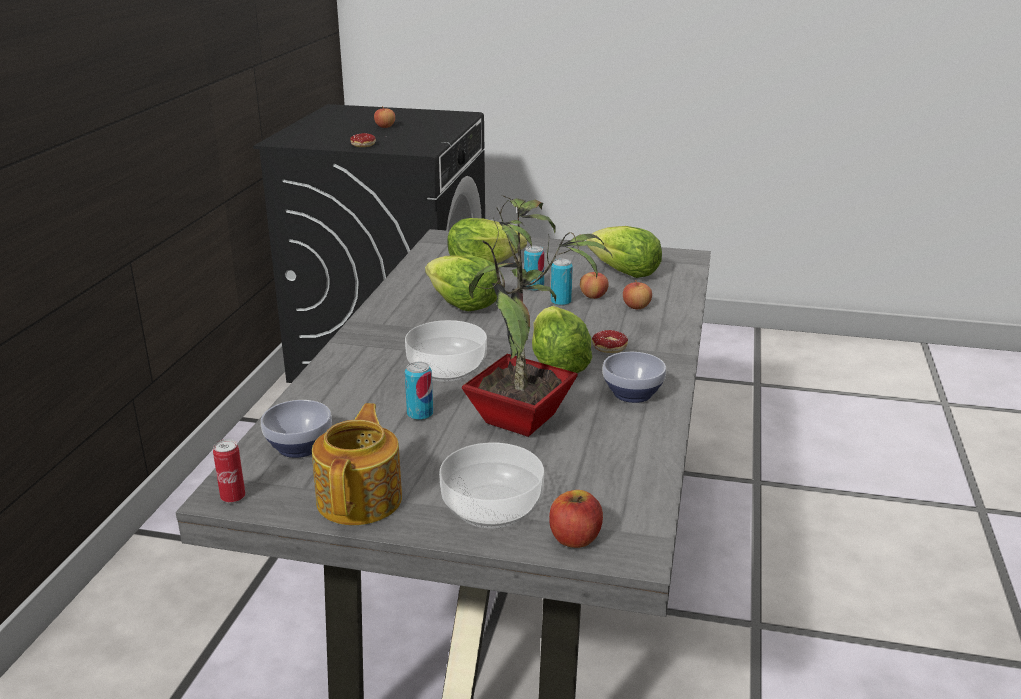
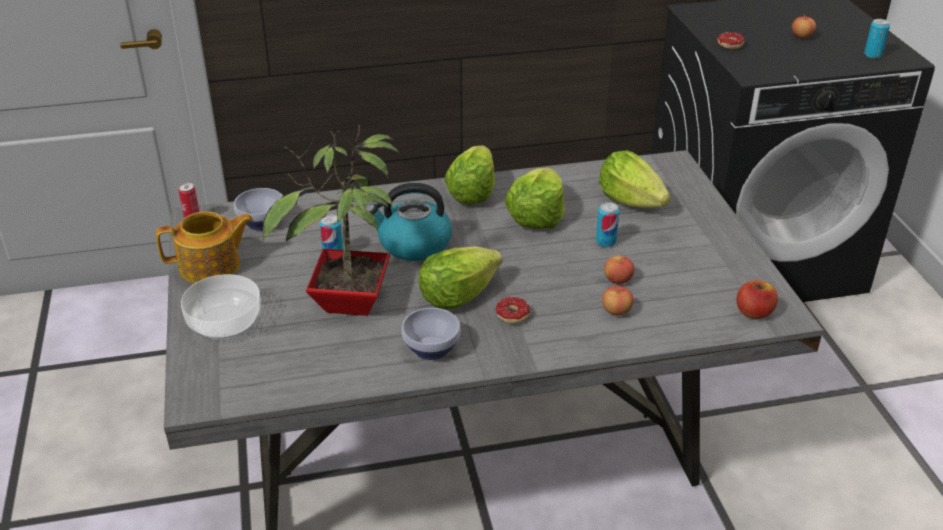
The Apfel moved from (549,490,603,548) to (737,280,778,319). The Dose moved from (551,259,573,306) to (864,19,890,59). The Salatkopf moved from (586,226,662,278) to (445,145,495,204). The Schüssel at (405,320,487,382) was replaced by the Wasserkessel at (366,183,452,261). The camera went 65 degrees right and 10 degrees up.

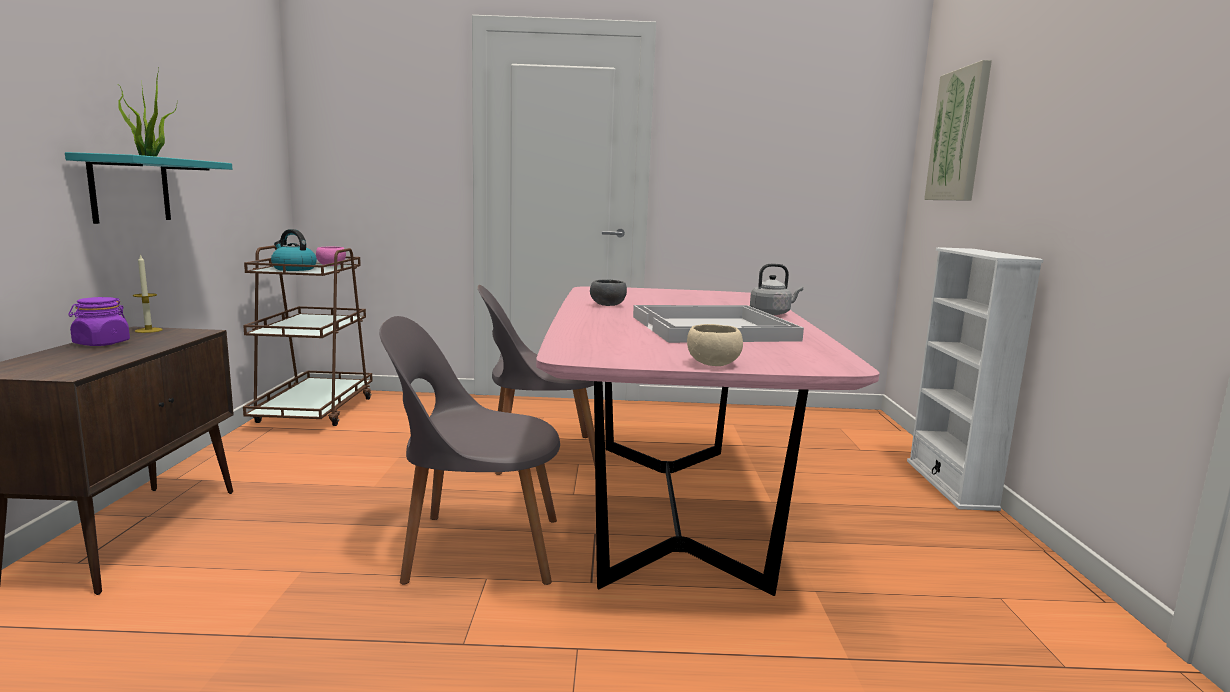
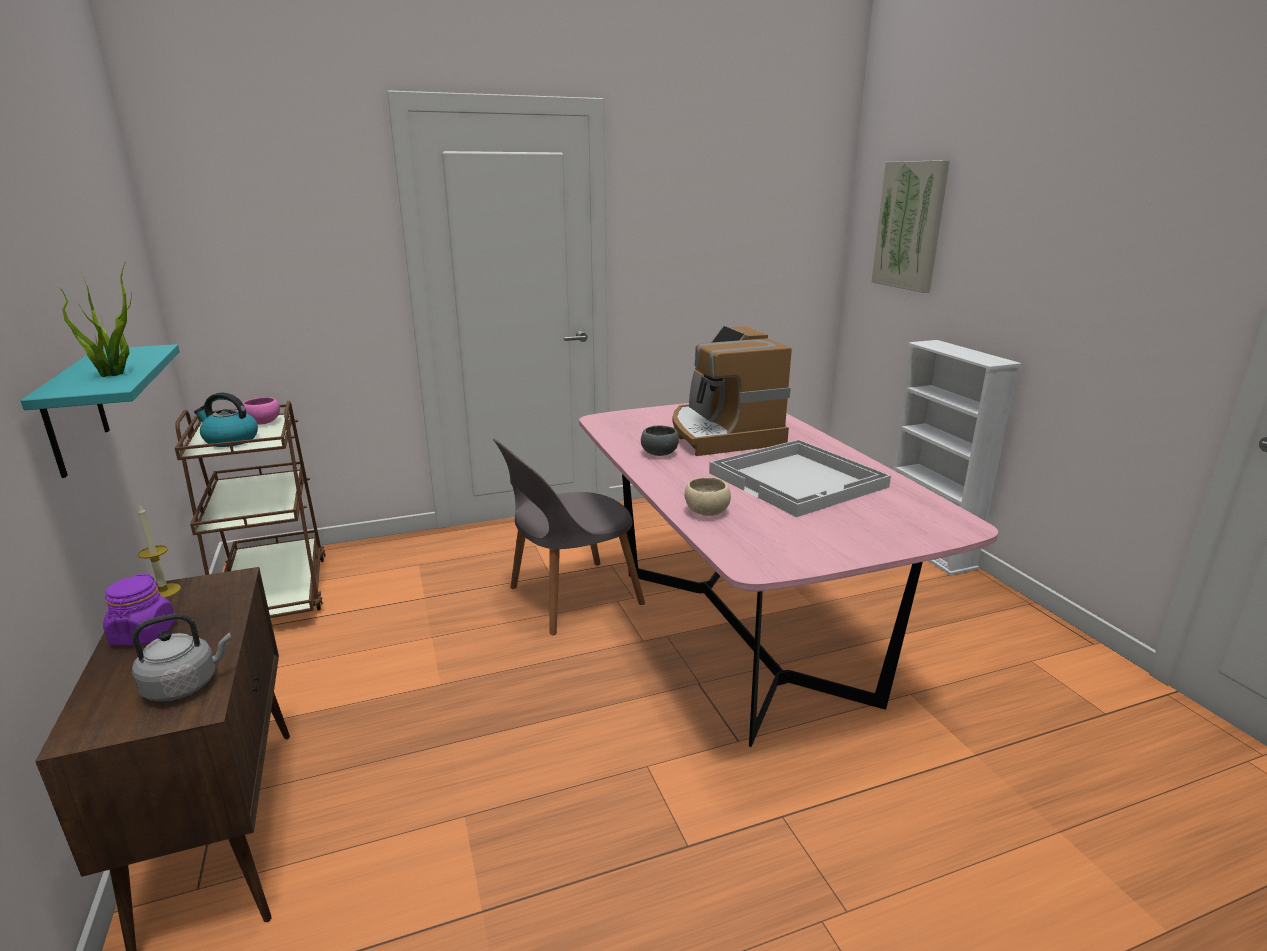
The Stuhl [grau] at (379,316,560,585) disappeared. The Kaffeemaschine at (672,326,792,456) appeared. The Schüssel [beige] moved from (687,324,743,366) to (685,477,731,516). The Wasserkessel [grau] moved from (750,264,803,315) to (132,613,232,701). The camera went 20 degrees left and 10 degrees up.

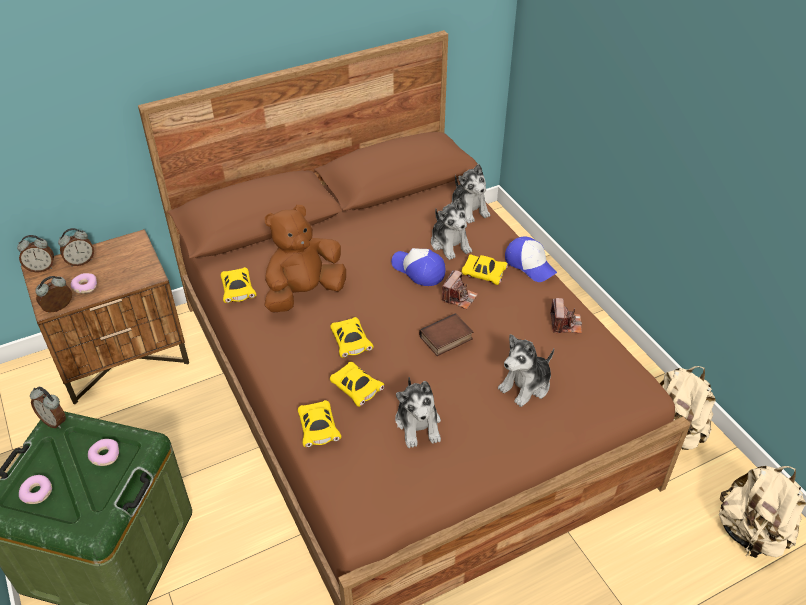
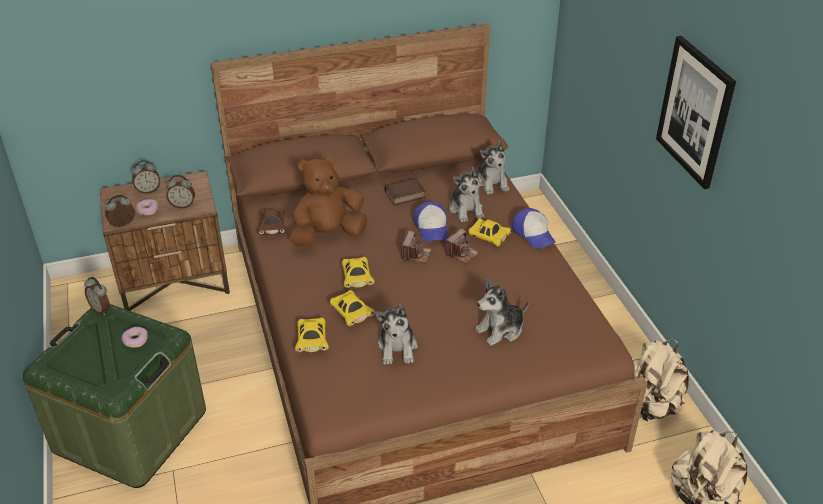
The Donut at (19,475,52,504) disappeared. The Bild at (656,36,736,189) appeared. The Wecker moved from (17,235,54,272) to (166,175,195,209). The Buch moved from (419,313,473,356) to (385,178,425,205). The Kamera moved from (550,298,582,334) to (402,231,431,263). The Spielzeugauto [gelb] at (221,267,256,303) became the Spielzeugauto [braun] at (257,208,286,235). The Kappe at (391,248,445,286) turned 150 degrees counterclockwise. The camera went 10 degrees right and 5 degrees down.

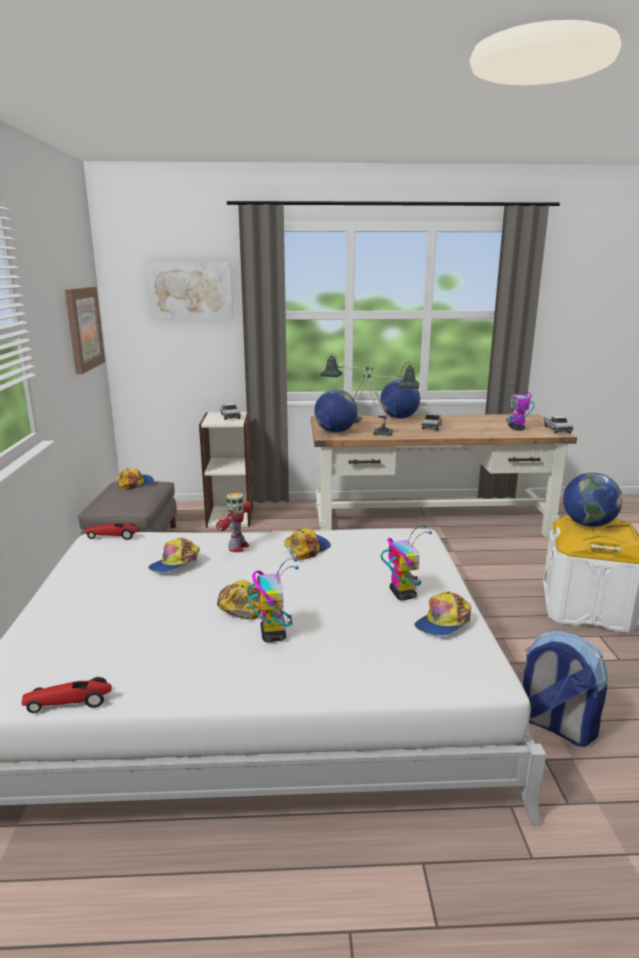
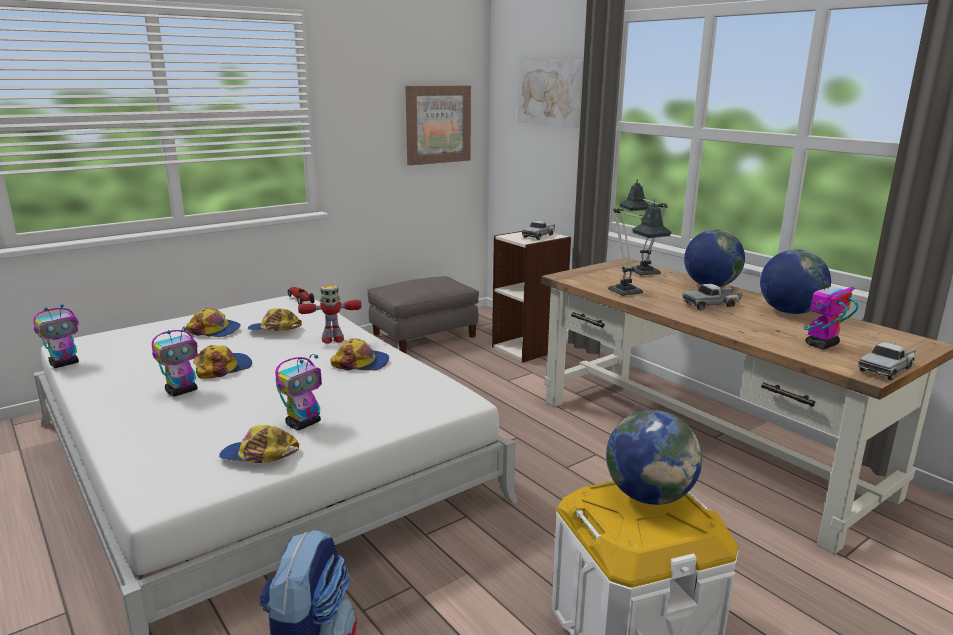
The Kappe moved from (116,468,154,489) to (186,308,241,337). The Globus moved from (314,389,357,433) to (760,249,831,314). The Spielzeugauto at (22,677,112,713) was replaced by the Spielzeugroboter at (33,304,79,368). The camera went 55 degrees right and 0 degrees up.

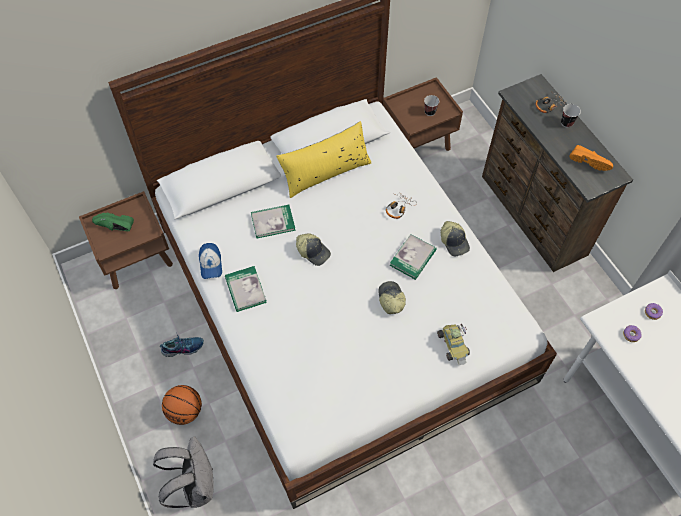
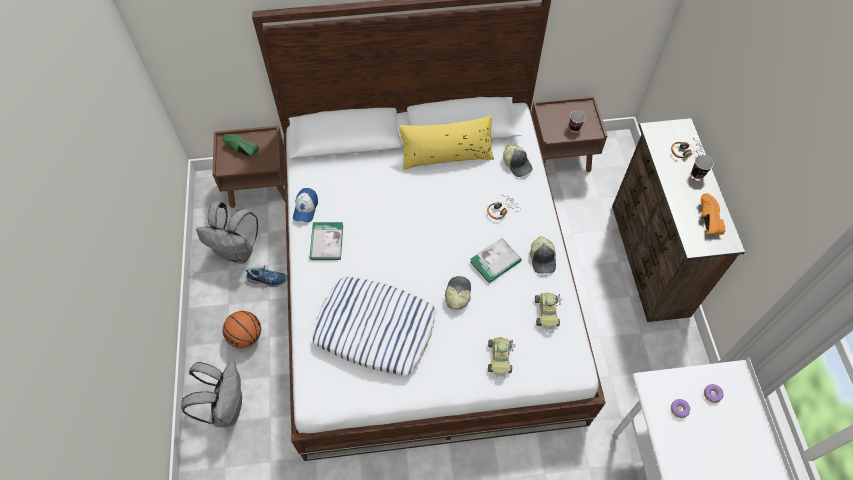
The Buch at (251,205,296,238) disappeared. The Rucksack [grau] at (196,202,258,264) appeared. The Kissen at (312,277,436,376) appeared. The Spielzeugauto at (535,293,563,333) appeared. The Kappe moved from (296,234,331,266) to (503,145,533,177). The Schuh [orange] at (569,145,613,171) turned 150 degrees counterclockwise. The camera went 20 degrees right and 0 degrees up.

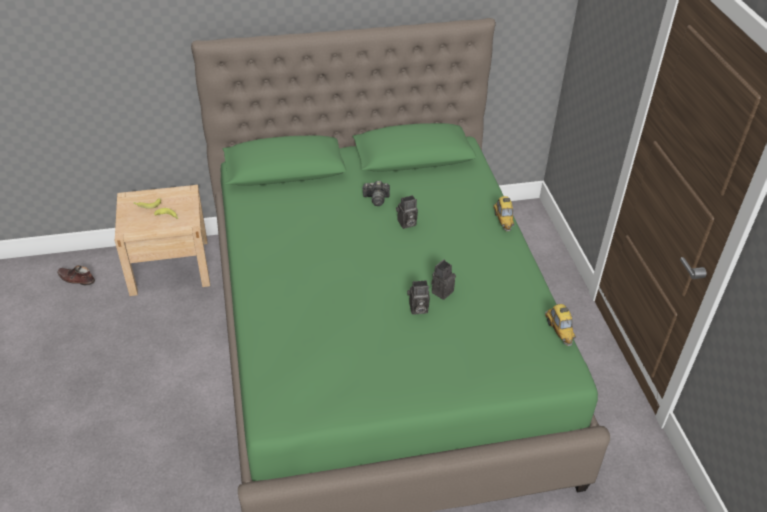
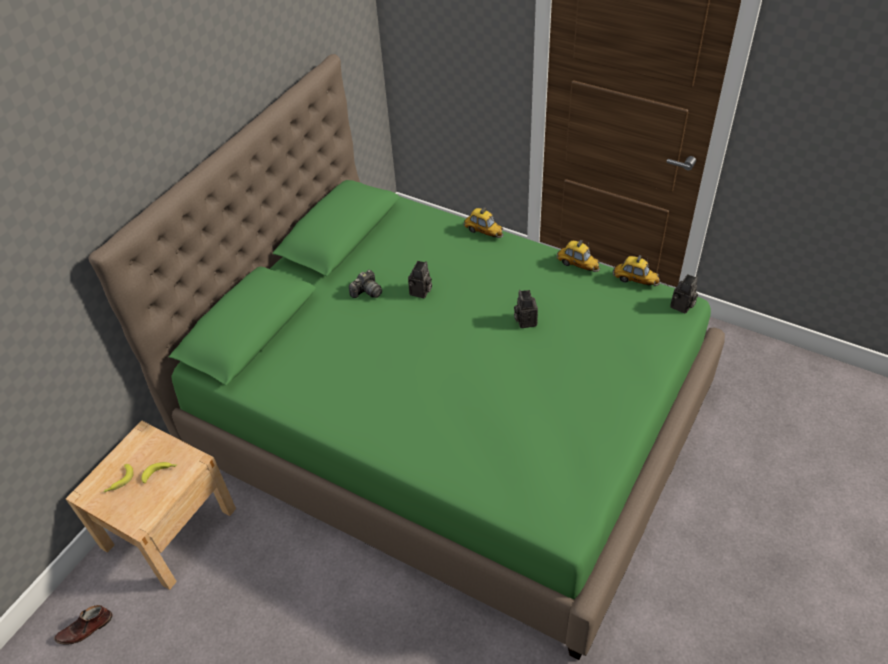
The Spielzeugauto at (557,240,600,272) appeared. The Kamera moved from (407,280,430,315) to (670,274,698,314). The camera went 45 degrees left and 5 degrees up.

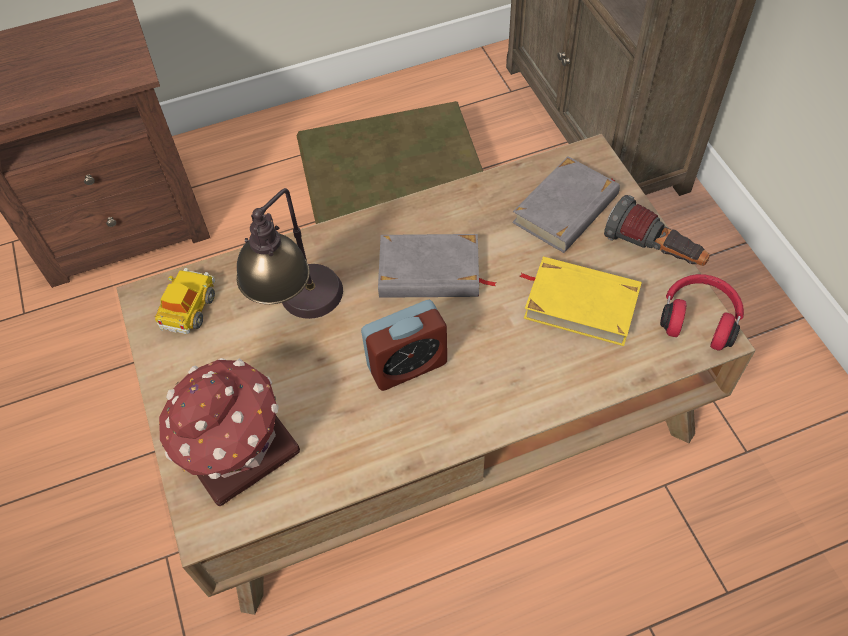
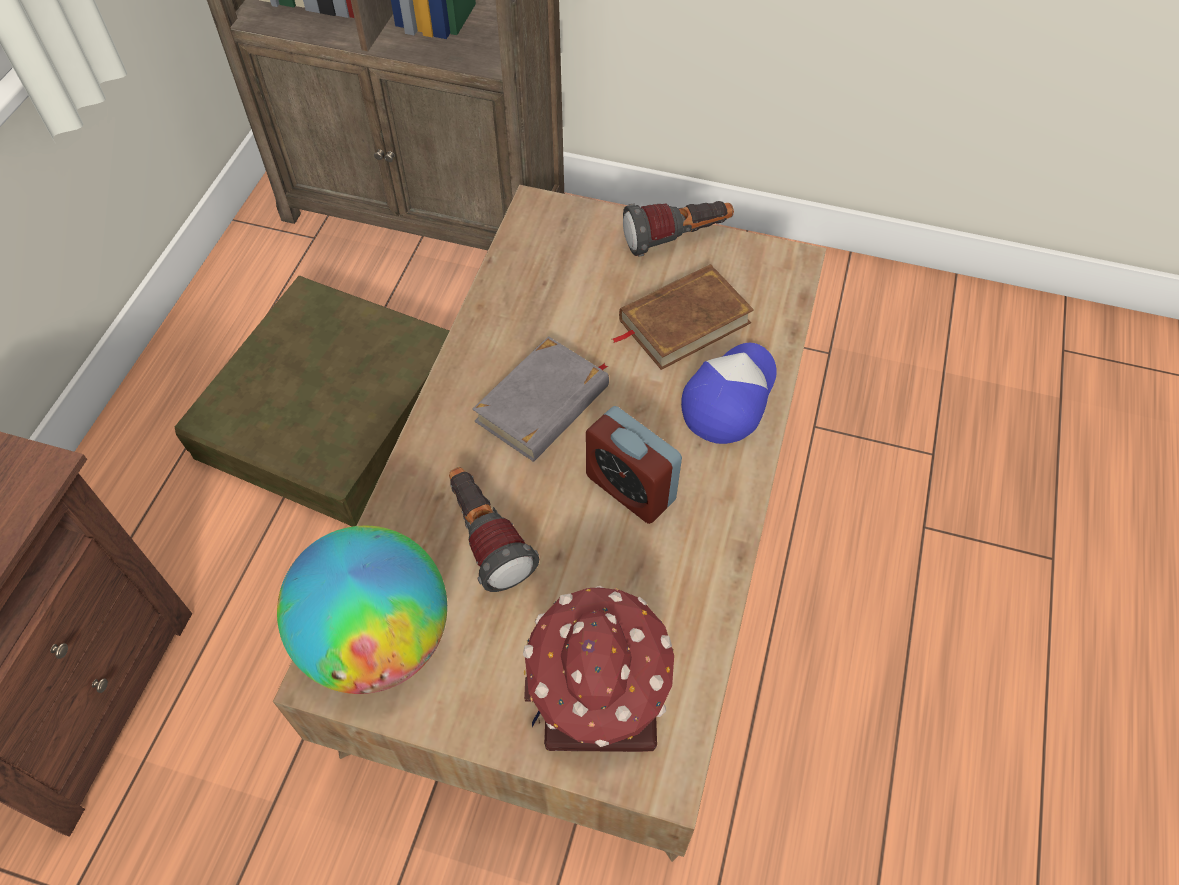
The Buch [grau] at (512,156,620,253) disappeared. The Kopfhörer [rot] at (660,274,744,351) disappeared. The Kappe at (681,343,777,444) appeared. The Spielzeugauto at (155,268,215,334) was replaced by the Globus at (277,526,447,694). The Tischlampe at (237,188,343,319) was replaced by the Taschenlampe at (449,467,539,592). The Buch [gelb] at (520,257,642,346) became the Buch [braun] at (612,264,754,370). The Wecker at (361,300,447,391) turned 120 degrees clockwise. The camera went 55 degrees left and 0 degrees up.

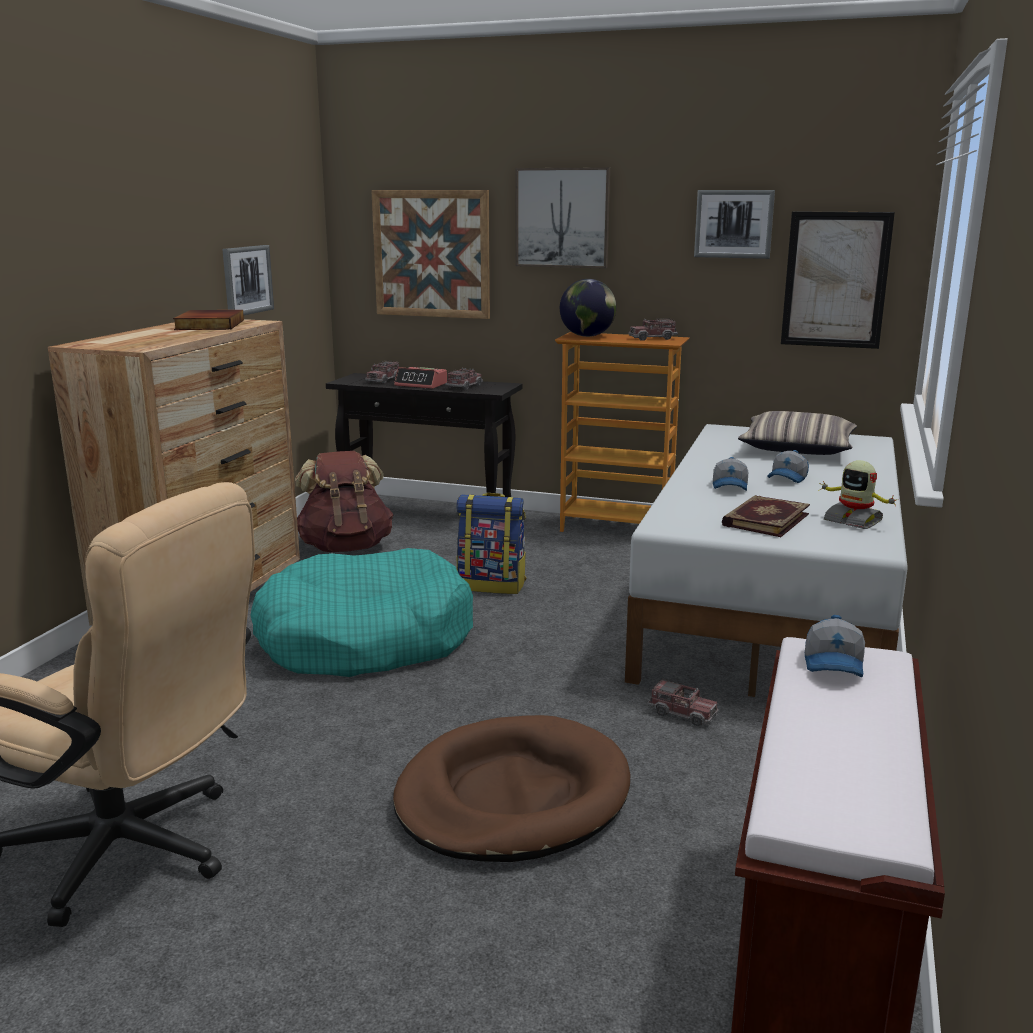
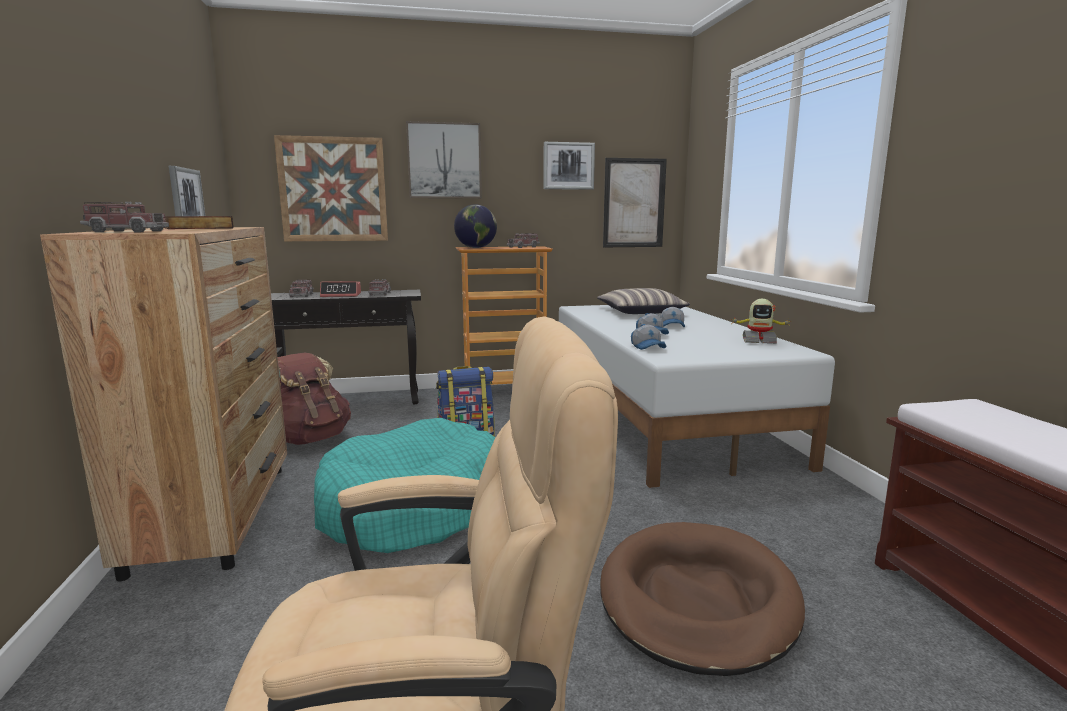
The Buch at (722,495,810,537) disappeared. The Spielzeuglaster moved from (647,679,719,727) to (80,202,169,232). The Kappe moved from (805,615,865,677) to (631,324,666,350). The camera went 30 degrees left and 5 degrees down.

